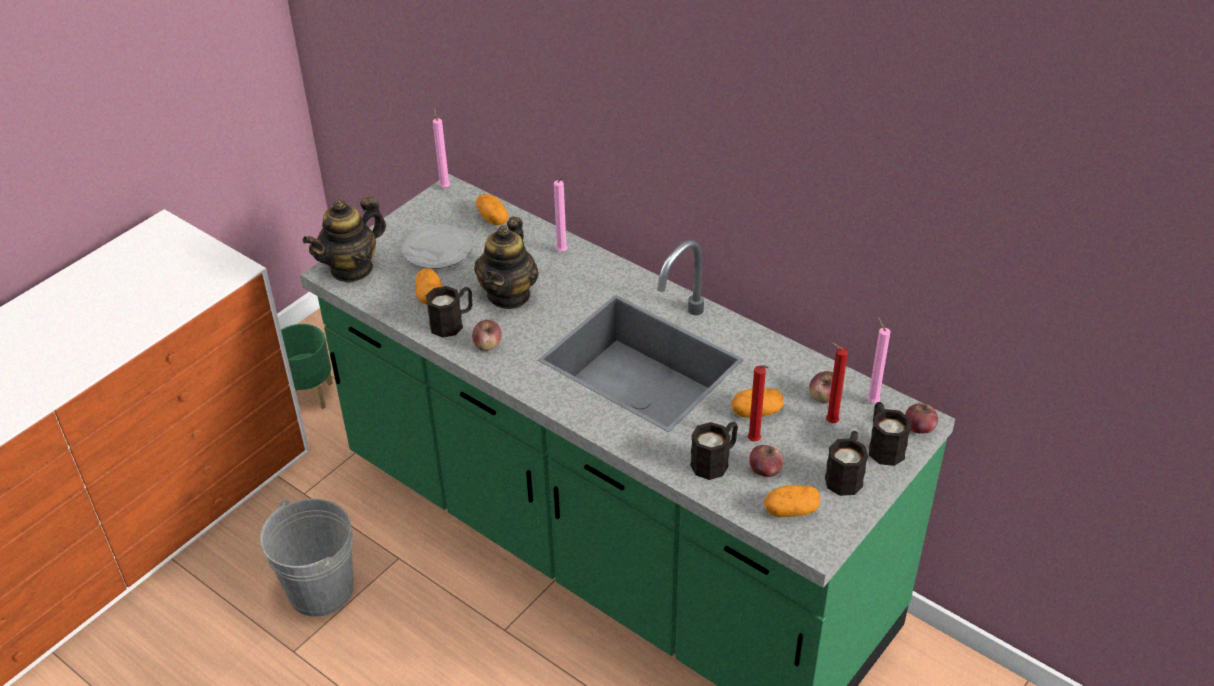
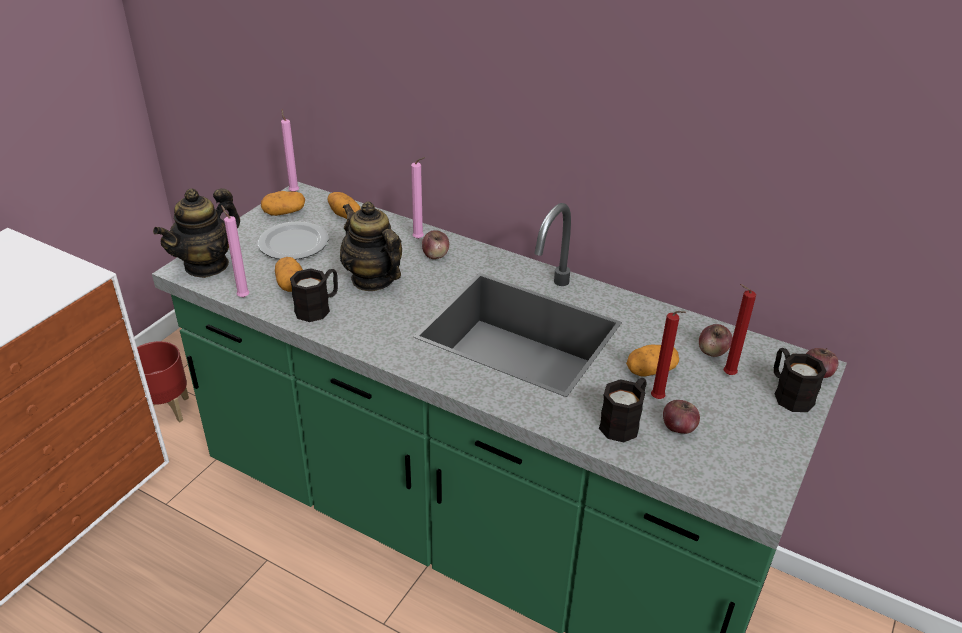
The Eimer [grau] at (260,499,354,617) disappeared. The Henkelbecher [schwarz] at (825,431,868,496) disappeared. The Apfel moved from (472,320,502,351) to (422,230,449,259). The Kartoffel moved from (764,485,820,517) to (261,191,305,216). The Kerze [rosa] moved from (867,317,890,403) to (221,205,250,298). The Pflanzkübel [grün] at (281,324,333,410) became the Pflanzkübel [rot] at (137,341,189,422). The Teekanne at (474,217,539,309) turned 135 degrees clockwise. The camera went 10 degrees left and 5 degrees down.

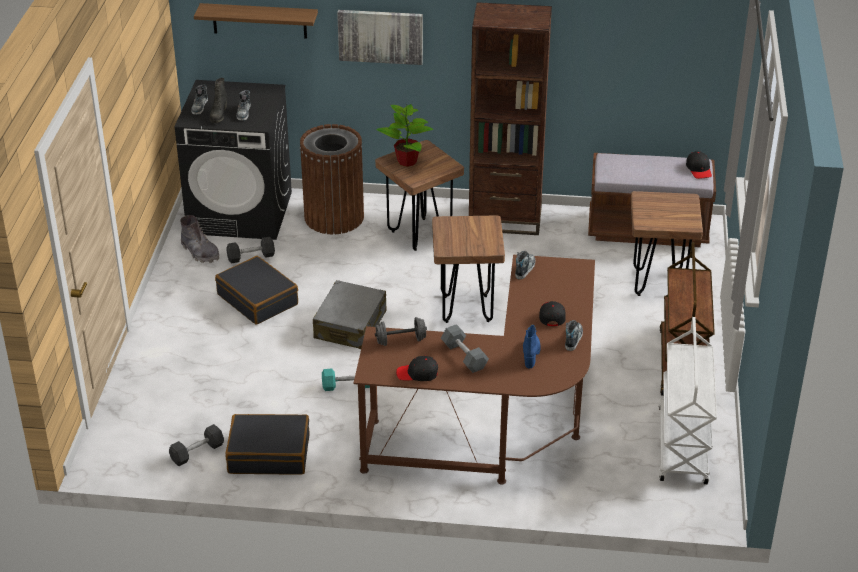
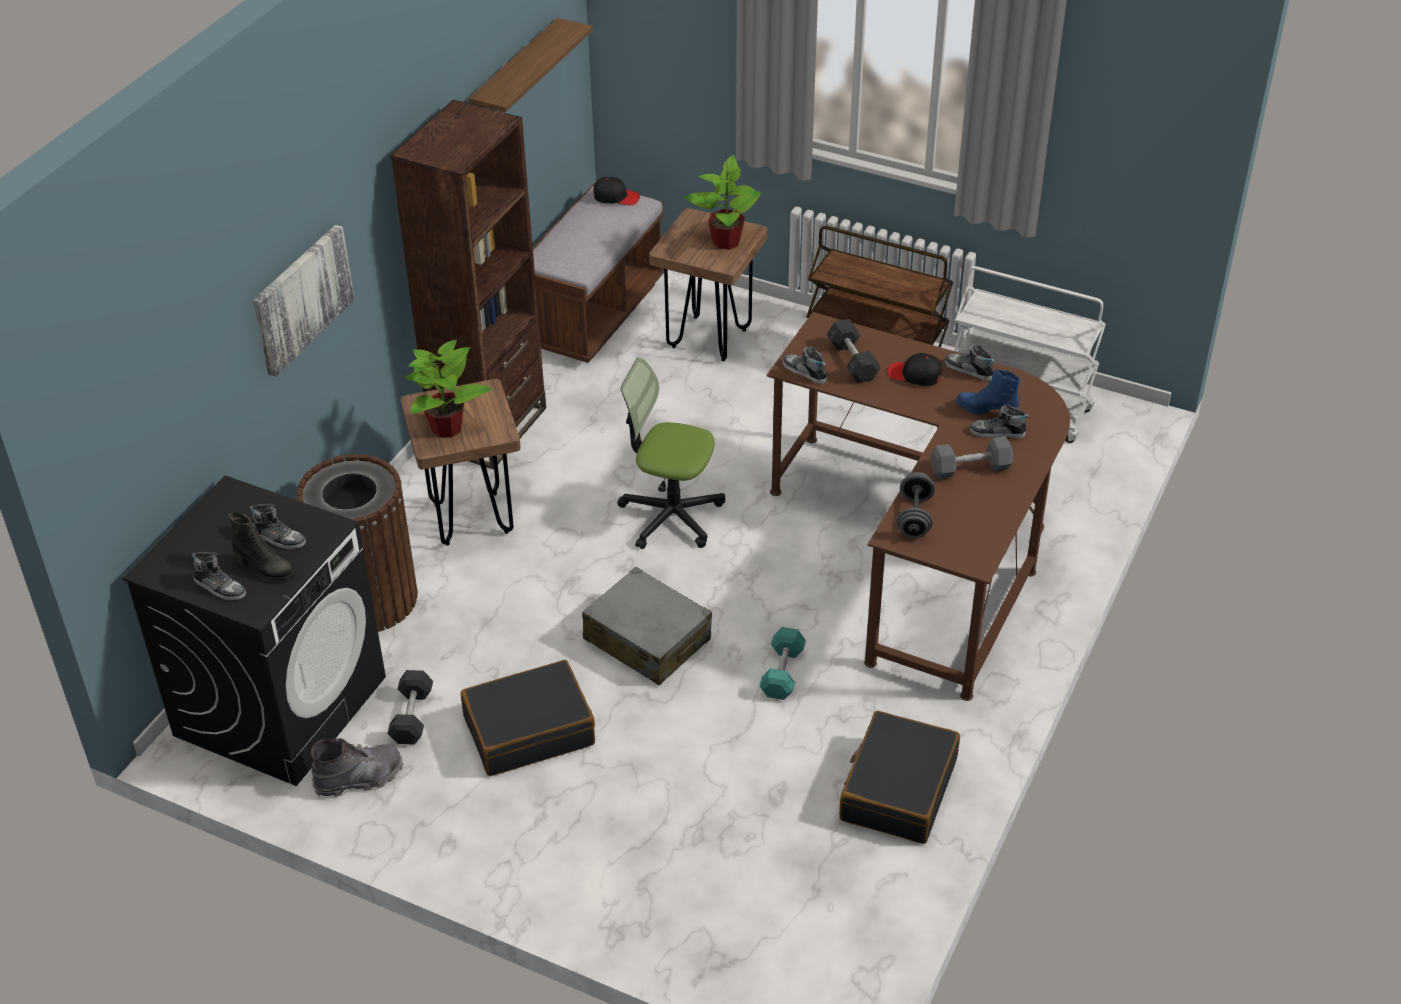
The Kappe [schwarz] at (396,356,438,381) disappeared. The Topfpflanze at (684,155,762,250) appeared. The Schuh at (970,404,1029,439) appeared. The Hantel [grau] moved from (169,424,224,466) to (827,319,881,383). The Wandregal moved from (194,3,318,38) to (469,18,593,112). The Hocker [braun] at (432,215,505,323) was replaced by the Bürostuhl at (617,358,725,549). The camera went 70 degrees left and 5 degrees up.

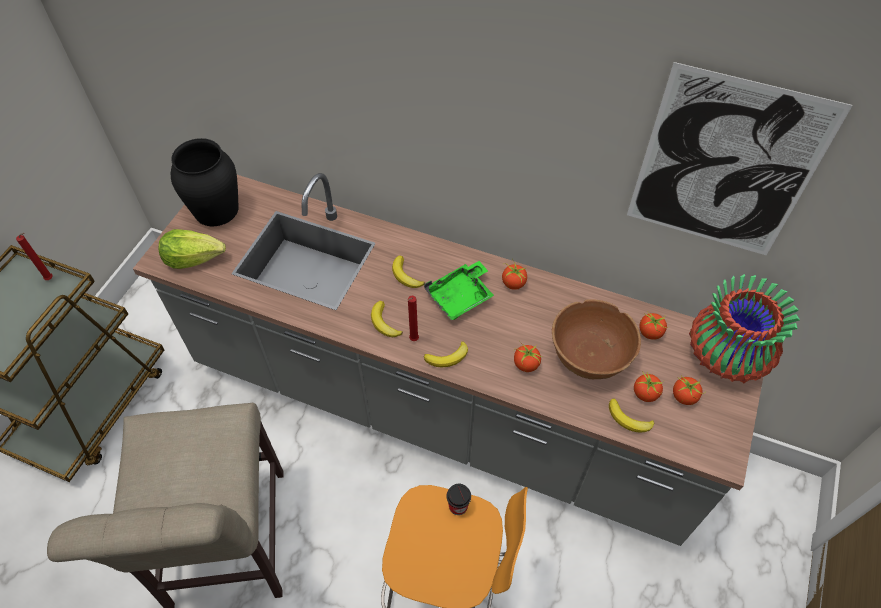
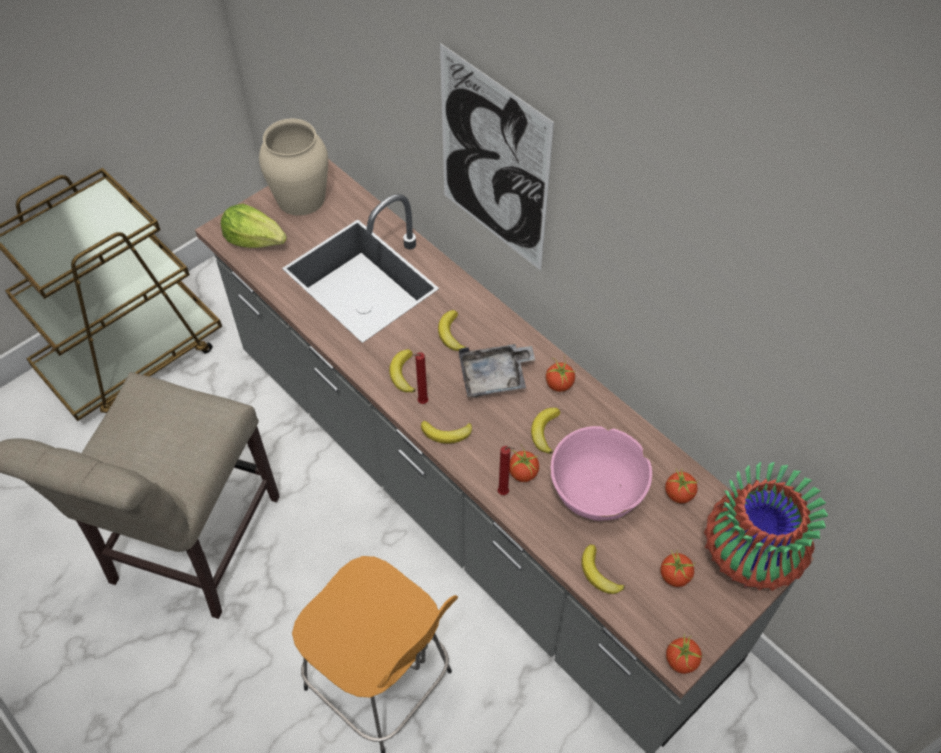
The Tasse at (447,484,471,515) disappeared. The Banane at (531,408,561,454) appeared. The Kerze [rot] moved from (16,233,53,280) to (498,446,515,495). The Bild moved from (627,62,853,255) to (440,43,554,271). The Tomate moved from (634,371,664,402) to (666,633,703,674). The Vase [schwarz] at (171,138,239,226) became the Vase [beige] at (259,119,328,216). The Tablett [grün] at (424,261,494,321) became the Tablett [grau] at (459,344,535,398). The Schüssel [braun] at (552,299,641,379) became the Schüssel [rosa] at (550,426,652,521). The camera went 25 degrees right and 0 degrees up.

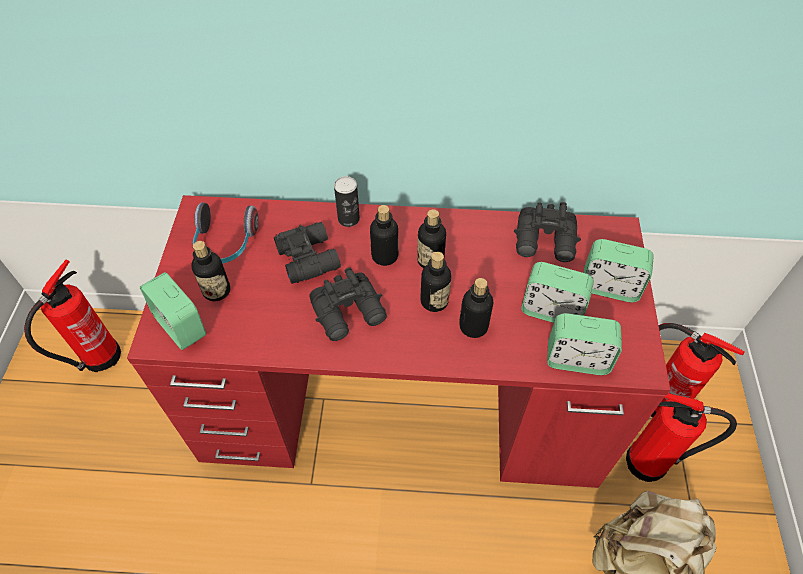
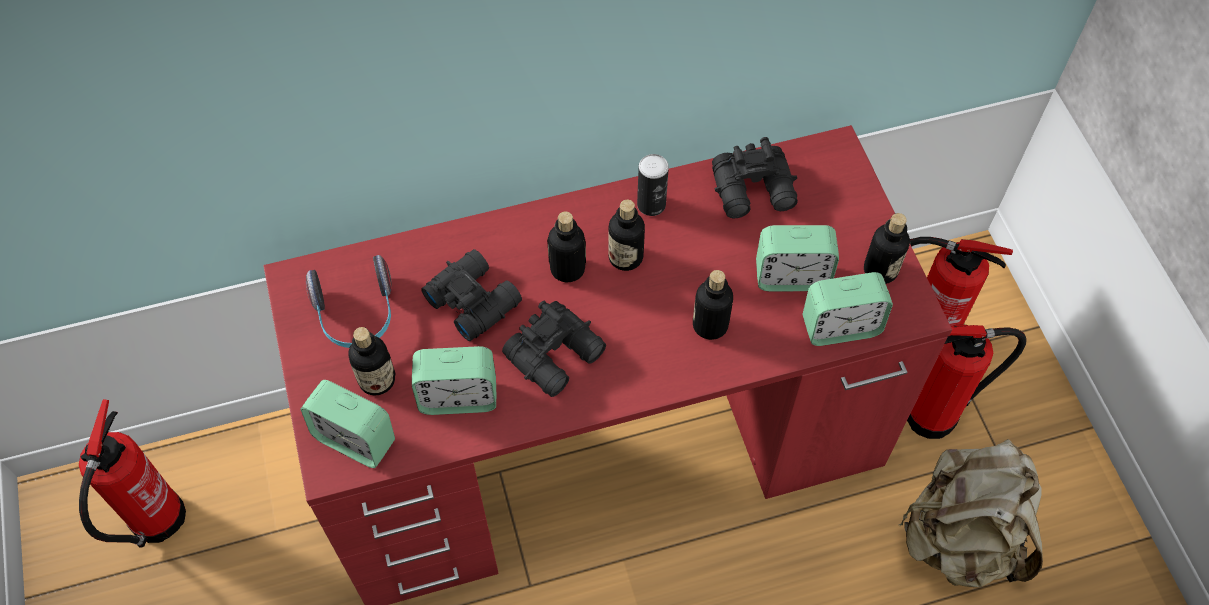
The Dose moved from (334,176,360,227) to (637,154,669,216). The Flasche moved from (421,252,451,312) to (864,213,910,284). The Wecker moved from (583,239,654,302) to (412,346,497,415). The camera went 20 degrees left and 5 degrees up.

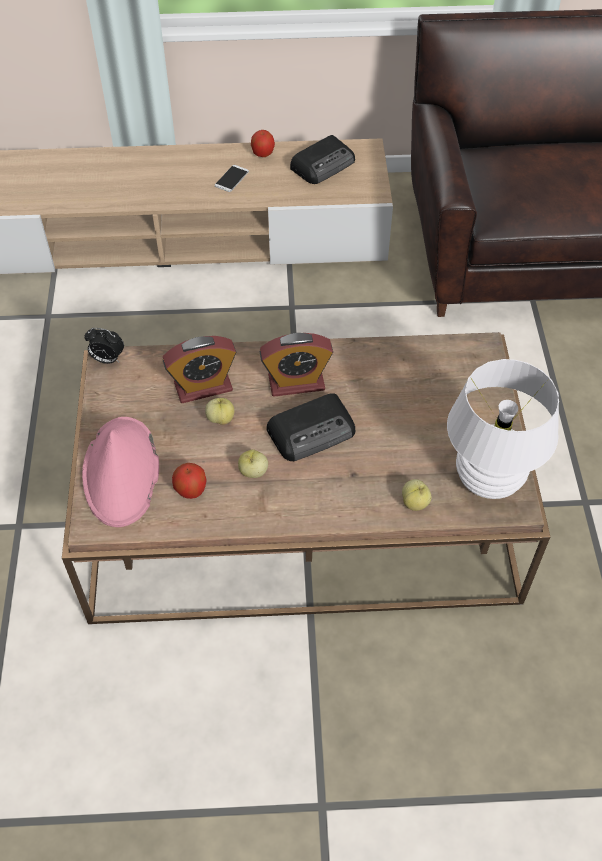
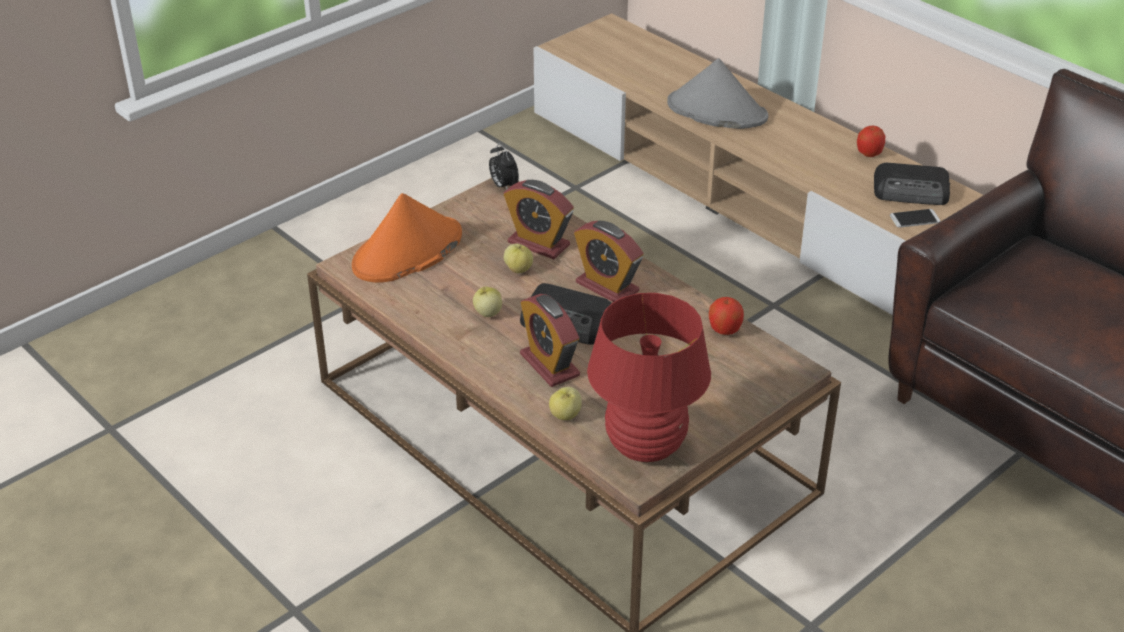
The Wecker at (520,294,580,387) appeared. The Hut [grau] at (667,58,769,129) appeared. The Apfel moved from (172,463,207,499) to (709,297,744,335). The Handy moved from (215,165,249,192) to (890,209,940,228). The Hut [rosa] at (82,417,159,527) became the Hut [orange] at (352,193,462,283). The Tischlampe [weiß] at (447,359,559,499) became the Tischlampe [rot] at (587,293,711,462). The camera went 50 degrees right and 15 degrees down.

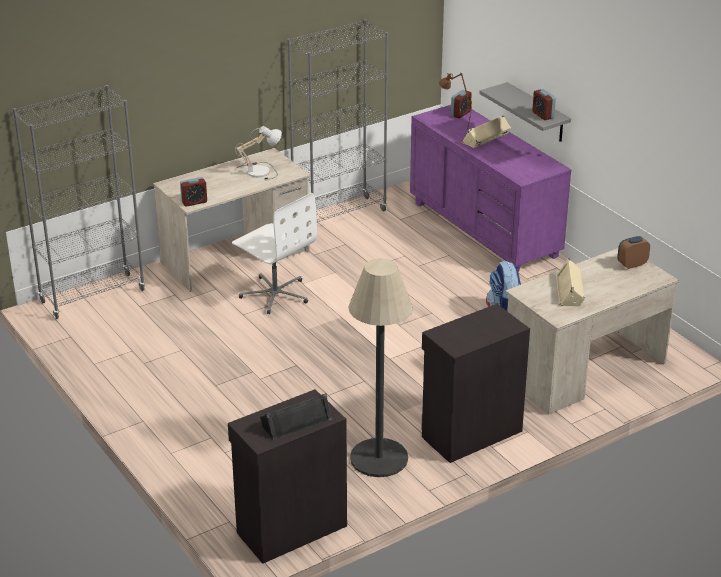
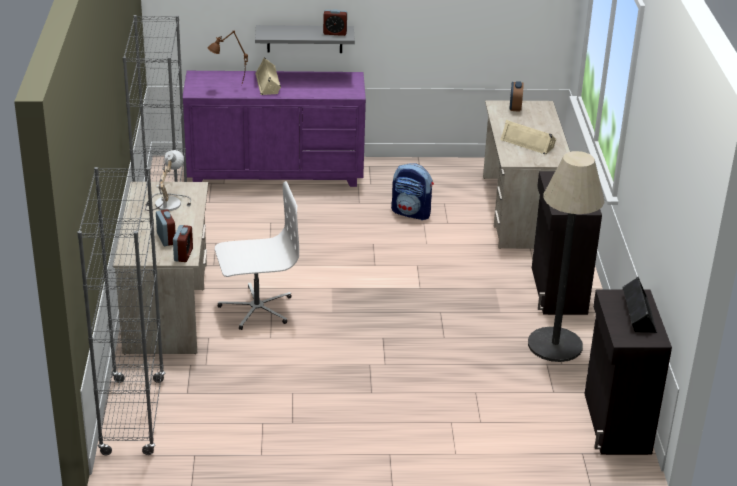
The Wecker moved from (451,90,472,118) to (156,209,176,246). The camera went 60 degrees left and 0 degrees up.

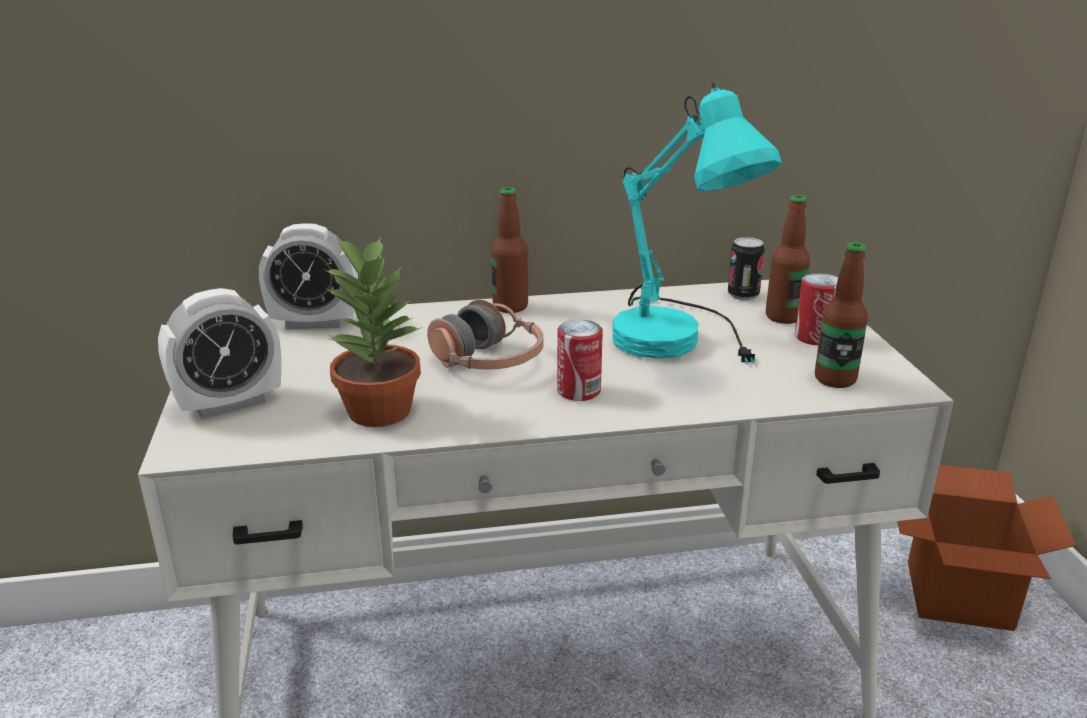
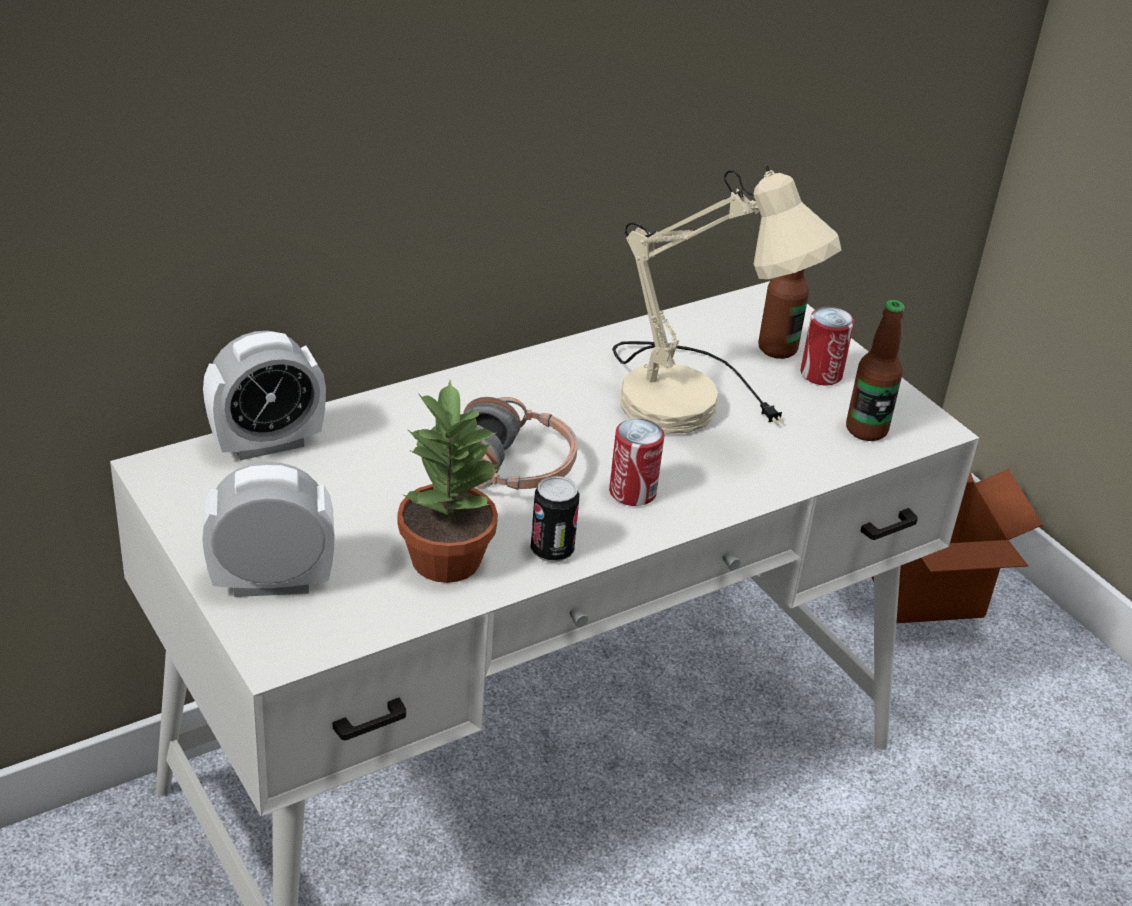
The Flasche at (491,187,528,313) disappeared. The Dose moved from (728,237,765,300) to (531,476,579,563). The Tischlampe [türkis] at (612,82,782,364) became the Tischlampe [beige] at (612,165,841,434). The Wecker at (158,288,282,419) turned 135 degrees counterclockwise. The camera went 25 degrees left and 10 degrees up.

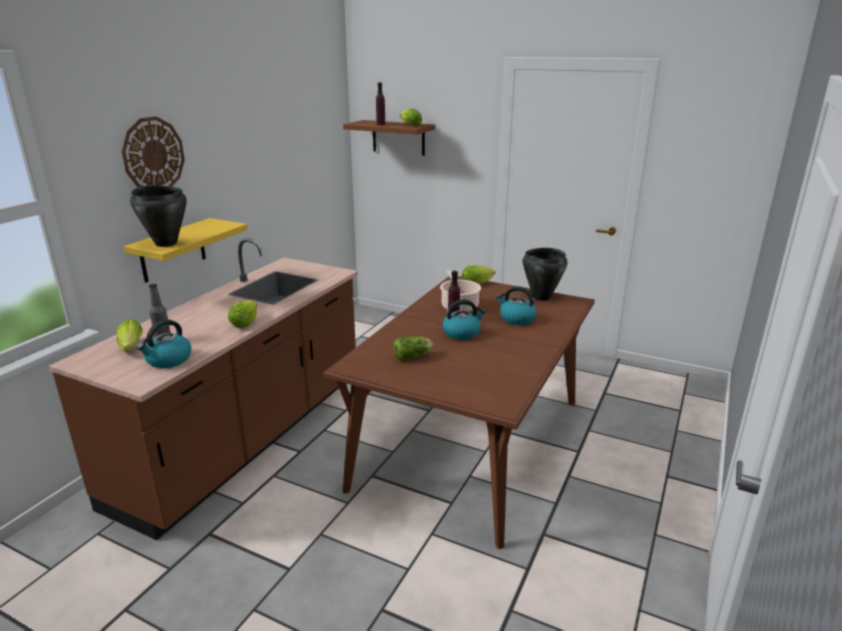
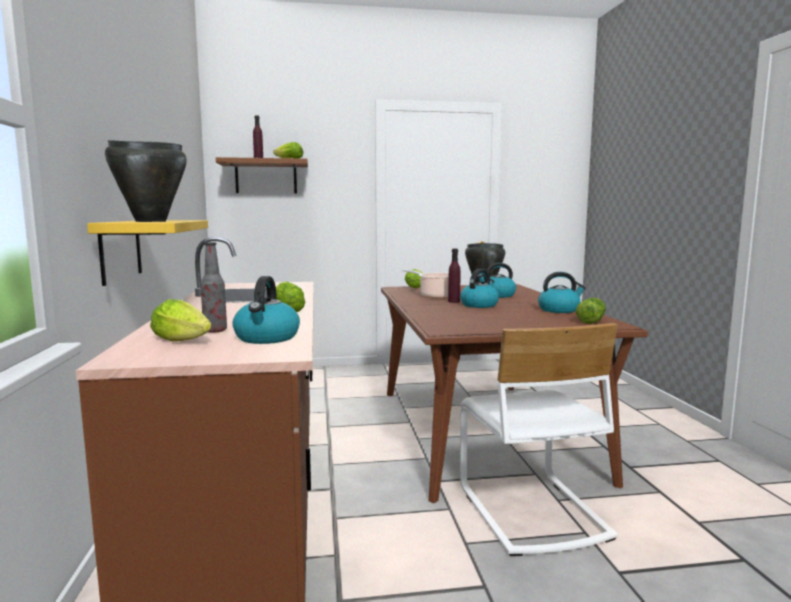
The Wanduhr at (122,116,185,187) disappeared. The Stuhl [weiß] at (460,323,618,556) appeared. The Wasserkessel at (538,272,586,313) appeared. The Salatkopf moved from (393,336,433,360) to (576,298,606,324). The camera went 35 degrees left and 15 degrees down.

